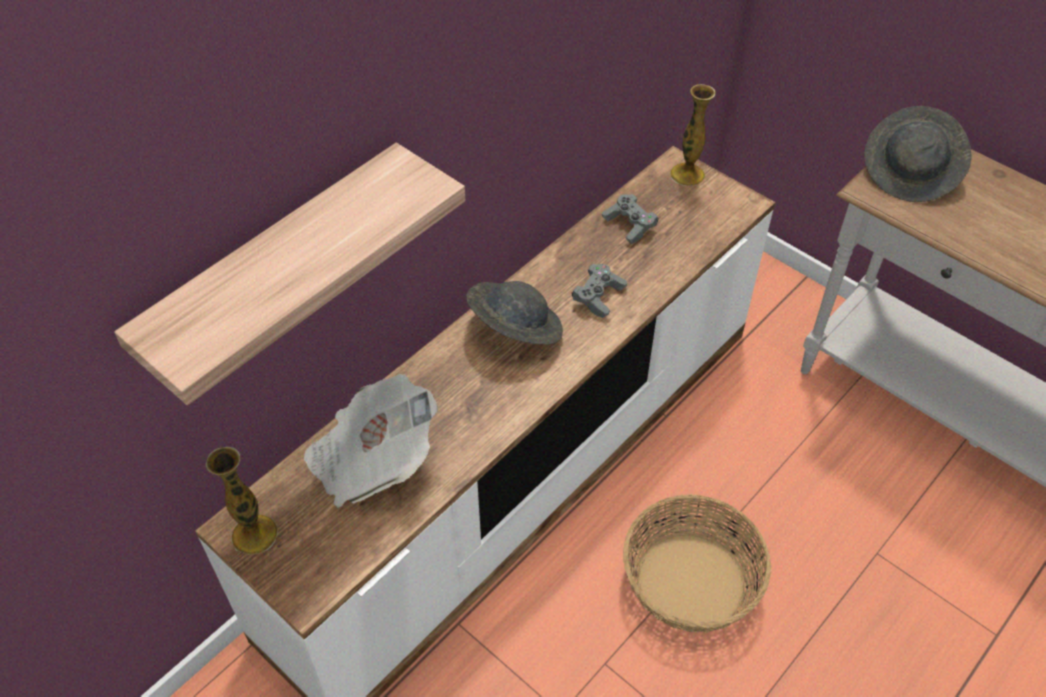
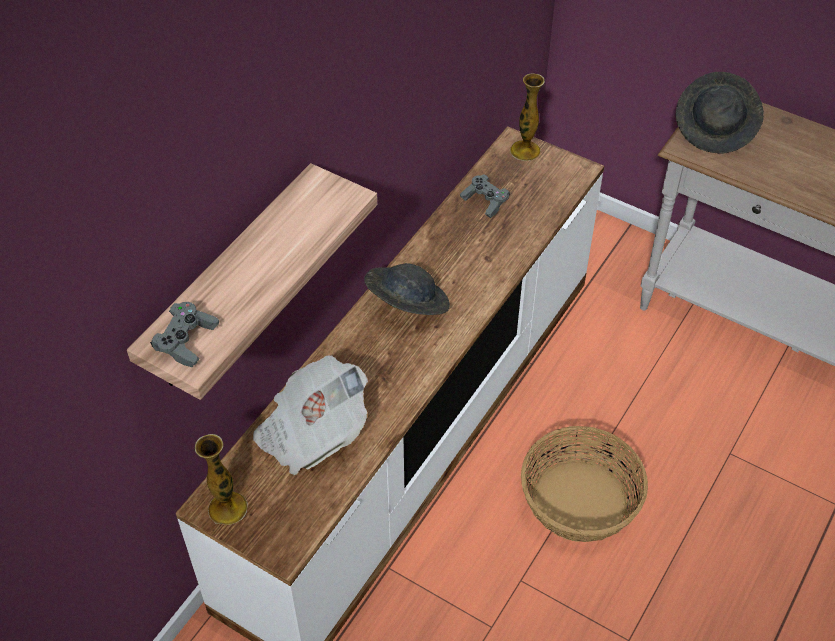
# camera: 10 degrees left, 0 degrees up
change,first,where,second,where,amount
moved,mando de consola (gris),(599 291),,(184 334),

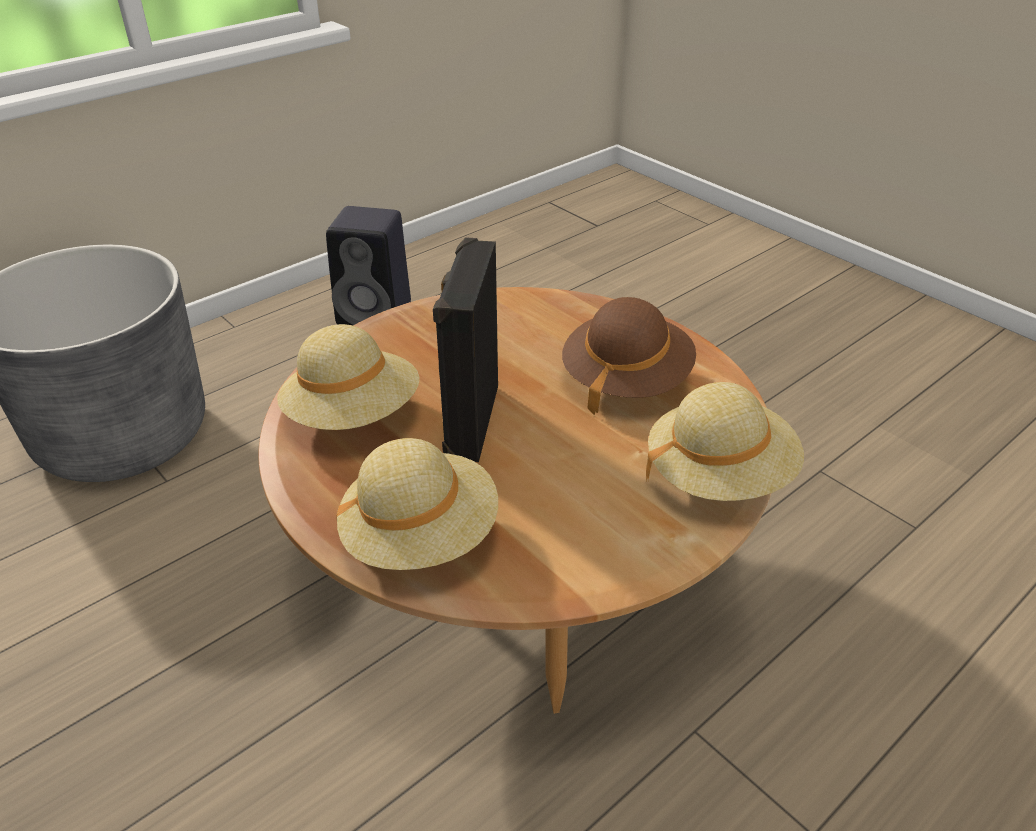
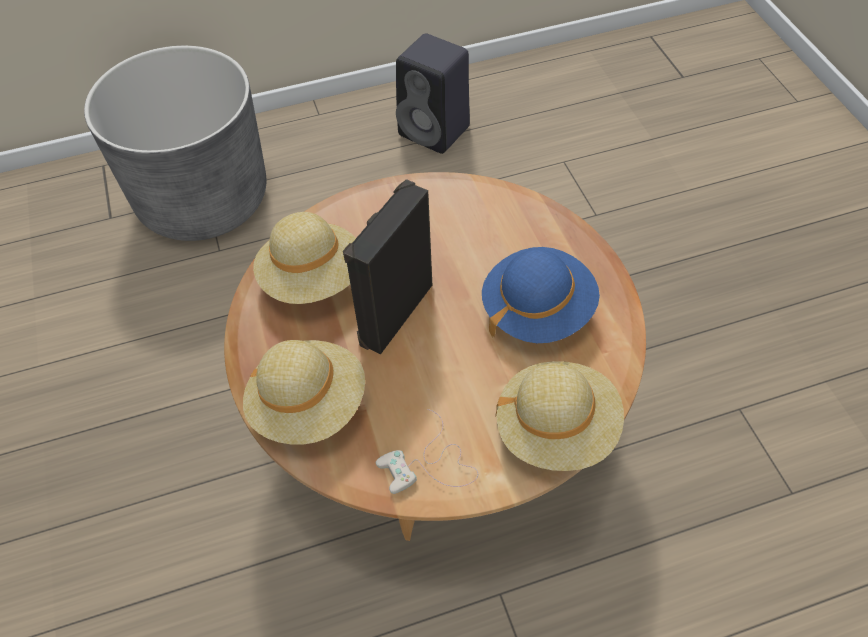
# camera: 25 degrees right, 15 degrees up
change,first,where,second,where,amount
recoloured,sombrero (marrón),(629 356),sombrero (azul),(541 295),
added,,,mando de consola (blanco),(427 451),

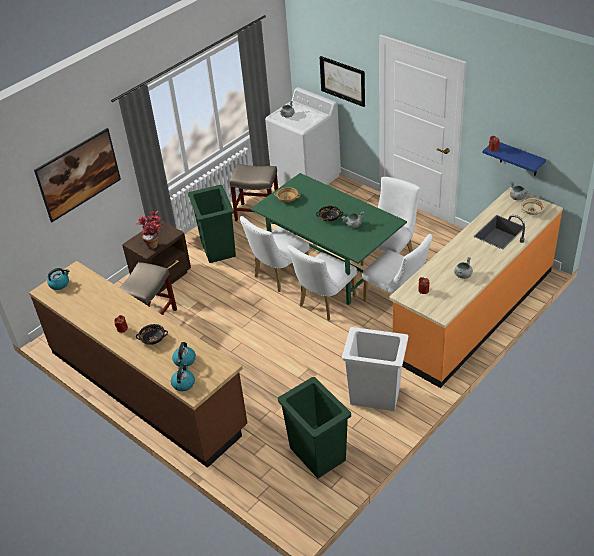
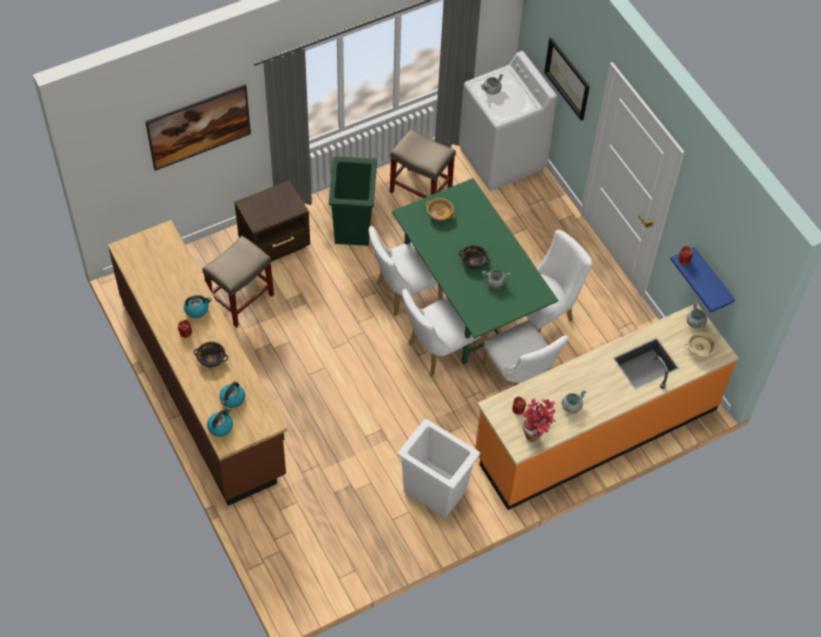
# camera: 15 degrees right, 15 degrees up
change,first,where,second,where,amount
moved,planta en maceta,(149 230),,(538 420),
moved,hervidor,(58 279),,(197 306),
removed,papelera (verde),(314 427),,,

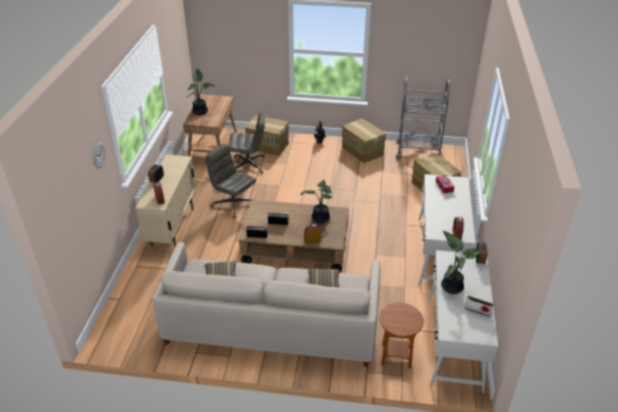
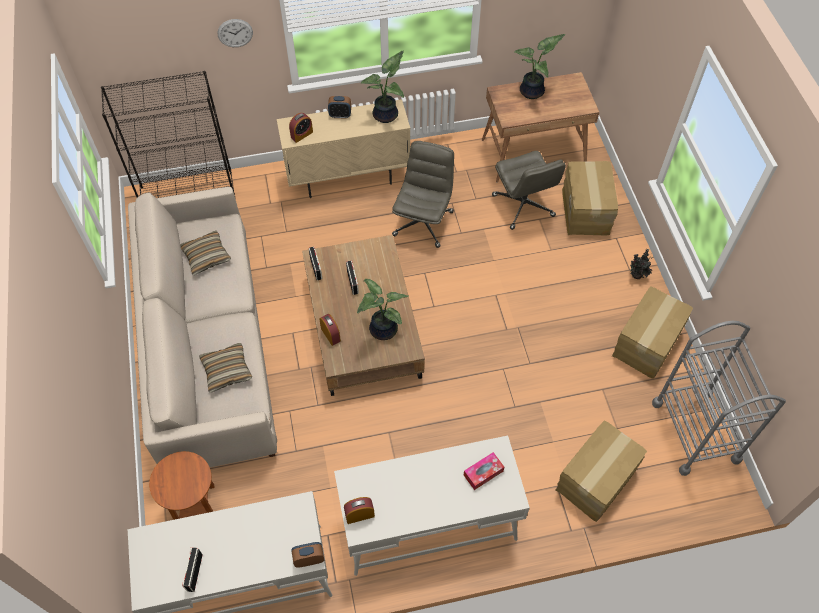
# camera: 70 degrees right, 20 degrees up
change,first,where,second,where,amount
moved,planta en maceta,(460 262),,(382 87),
added,,,estantería (negro),(168 134),

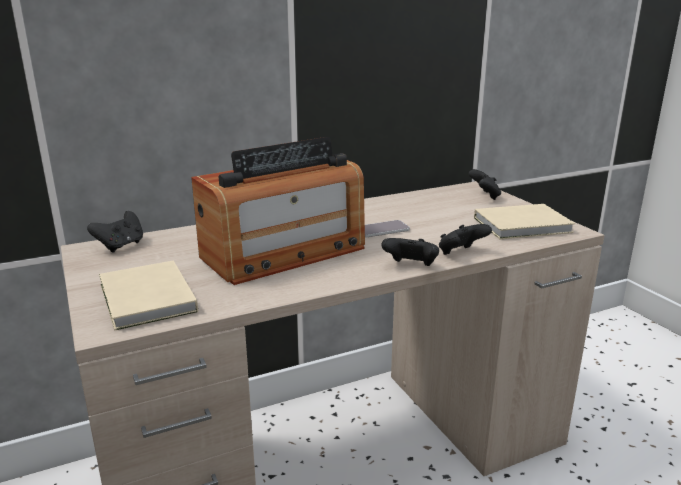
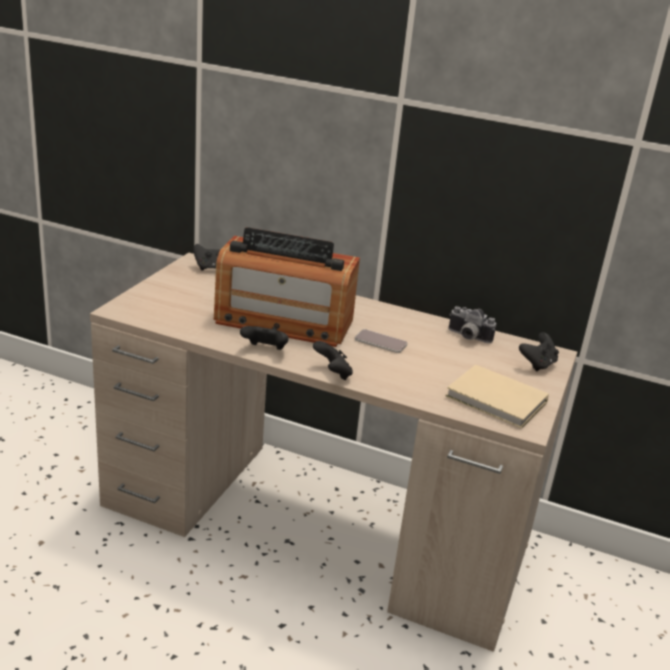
# camera: 45 degrees right, 5 degrees up
change,first,where,second,where,amount
moved,mando de consola (negro),(465 239),,(264 338),
removed,libro (beis),(148 295),,,
added,,,cámara,(472 324),

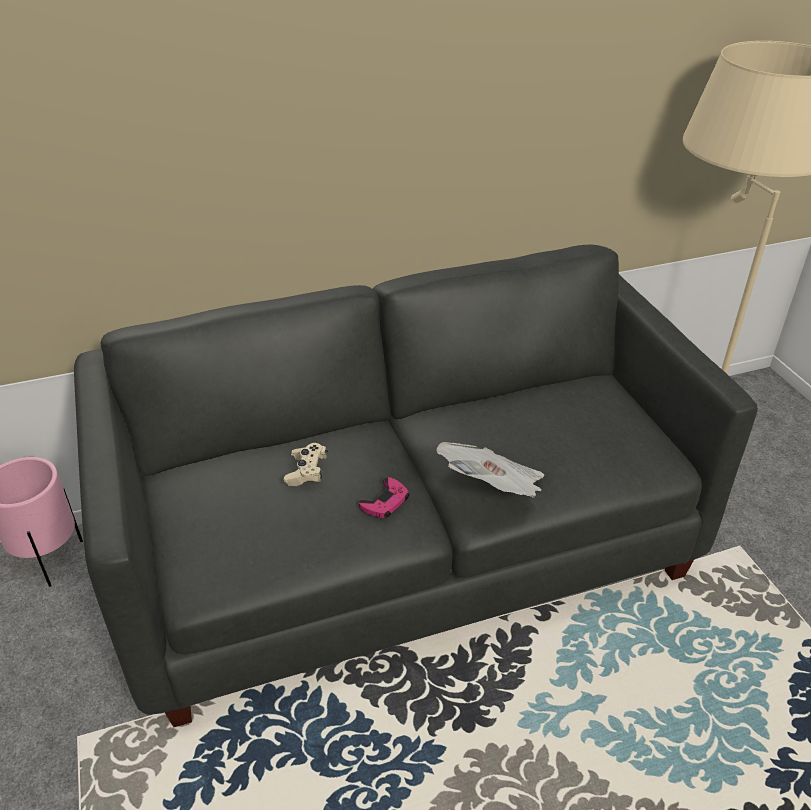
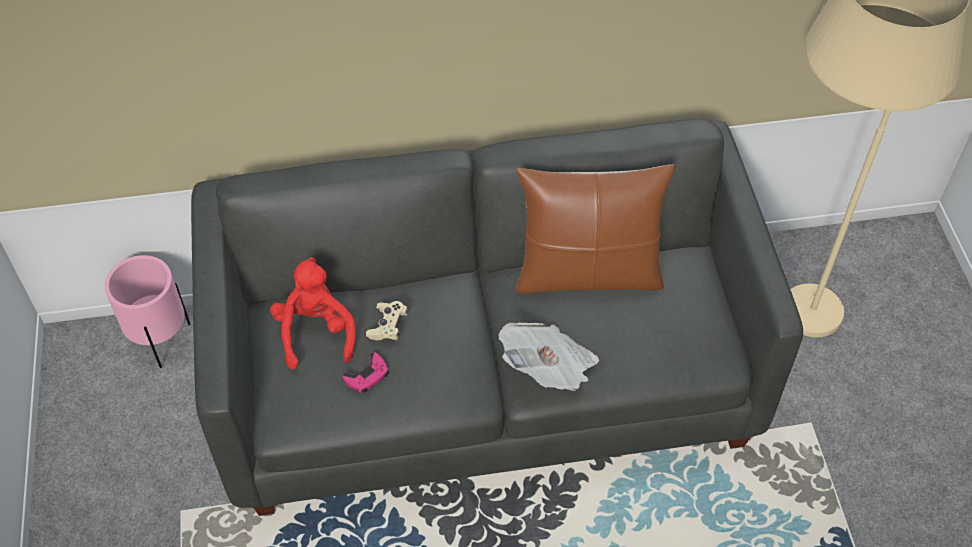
# camera: 10 degrees right, 15 degrees up
change,first,where,second,where,amount
moved,mando de consola (rosa),(384 497),,(365 372),
added,,,cojín (marrón),(595 229),
added,,,peluche (rojo),(313 313),

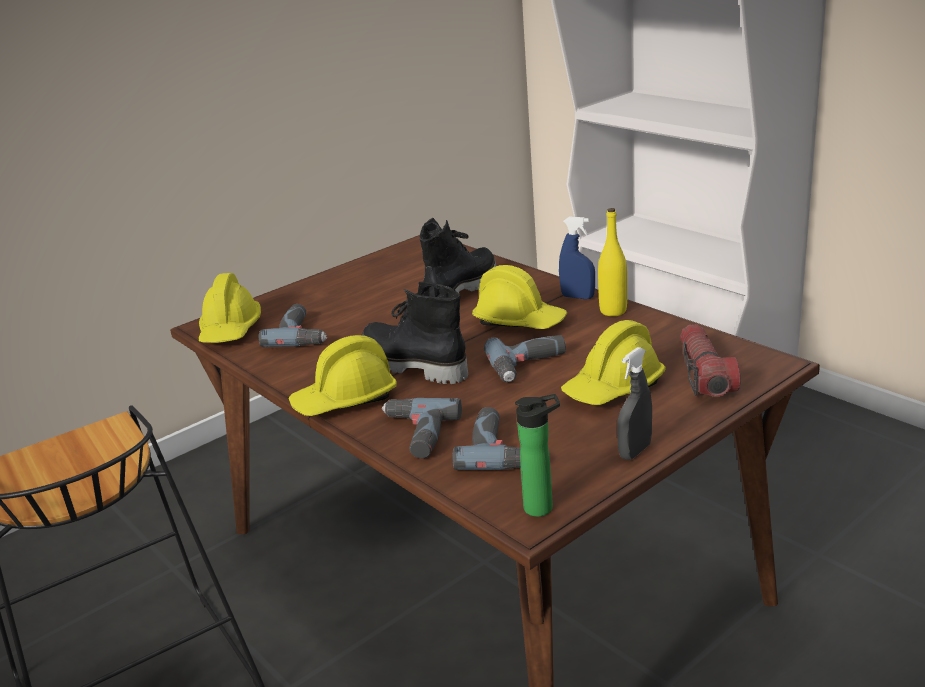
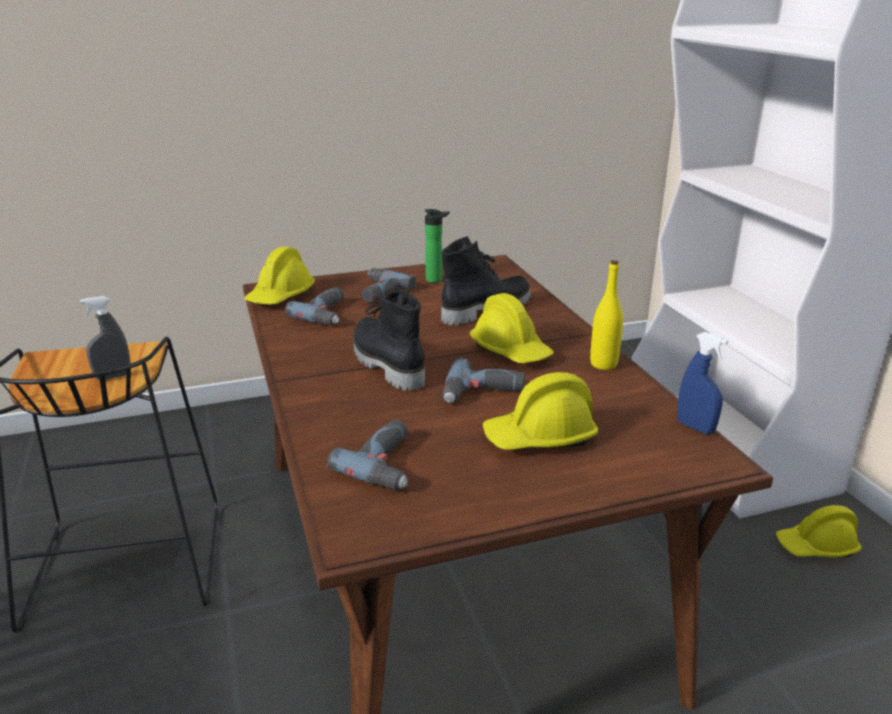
# camera: 20 degrees right, 0 degrees up
change,first,where,second,where,amount
moved,pulverizador (azul),(577 258),,(702 383),
removed,linterna,(710 360),,,
moved,casco (amarillo),(343 375),,(818 531),
moved,pulverizador (gris),(634 403),,(105 338),
moved,botella,(537 455),,(437 246),
moved,taladro,(422 428),,(389 285),

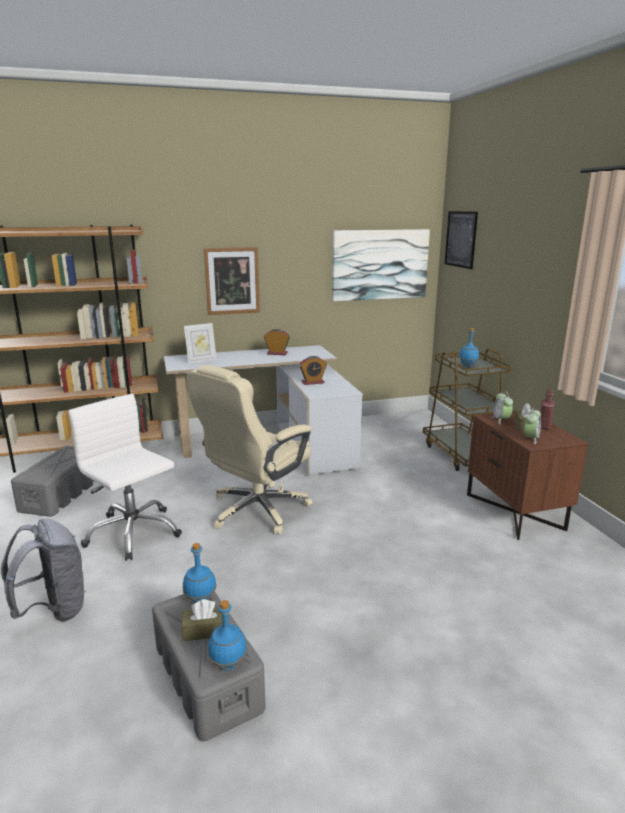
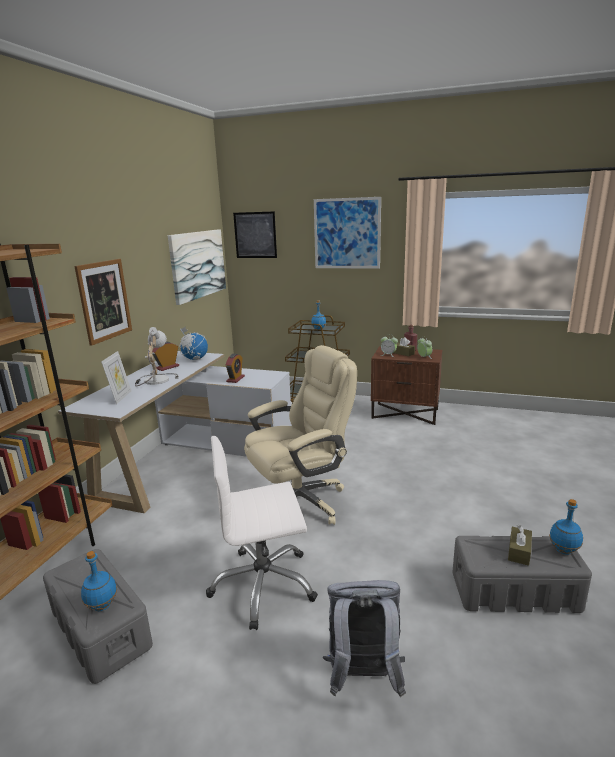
# camera: 55 degrees left, 0 degrees up
change,first,where,second,where,amount
turned,silla de oficina (beis),(249 450),,(300 435),105 degrees counterclockwise
moved,botella (azul),(199 573),,(99 581),
added,,,cuadro,(347 233),
added,,,lámpara de mesa,(157 356),
added,,,globo terráqueo,(193 343),

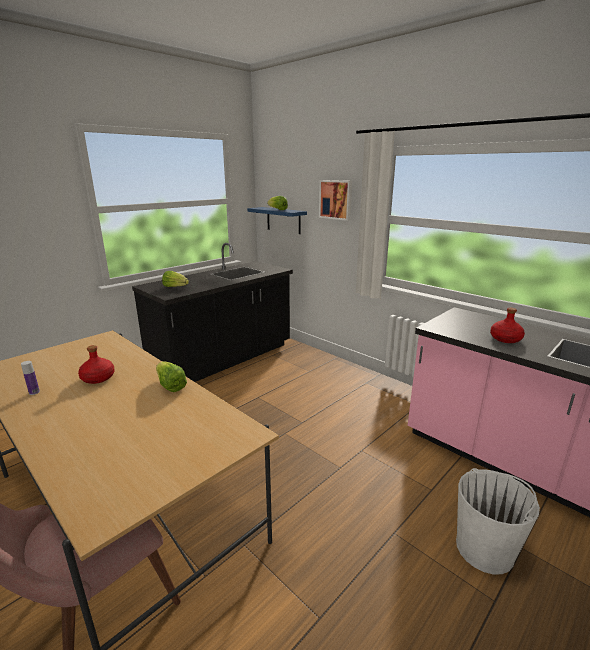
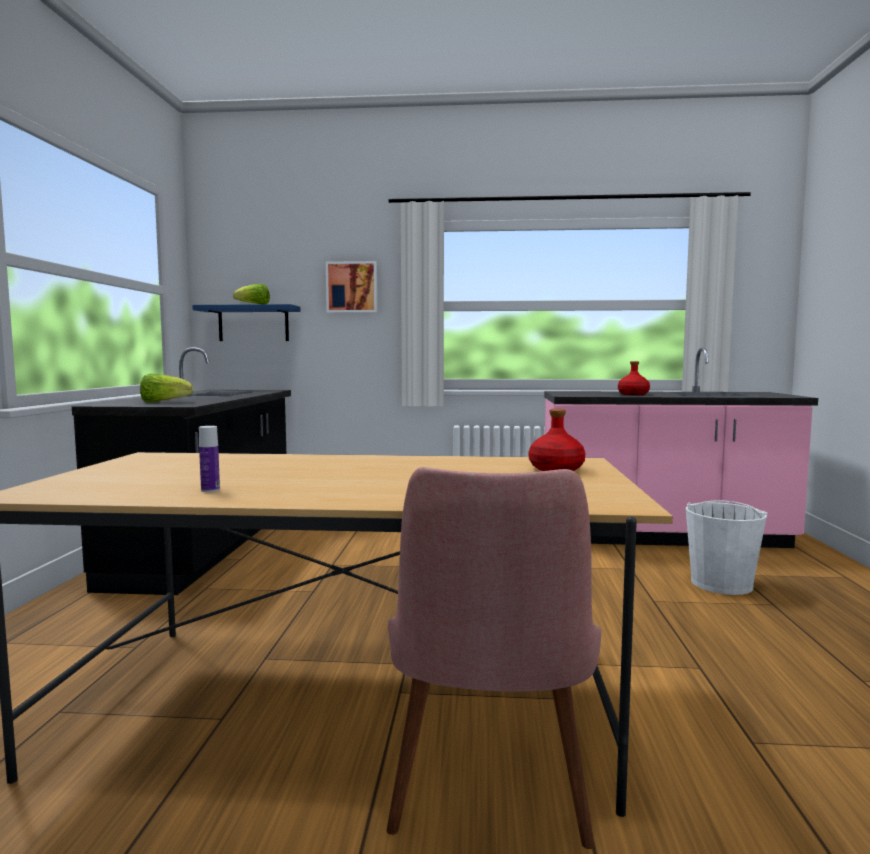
# camera: 40 degrees left, 15 degrees down
change,first,where,second,where,amount
moved,botella (rojo),(96 364),,(556 440),
removed,lechuga,(171 376),,,

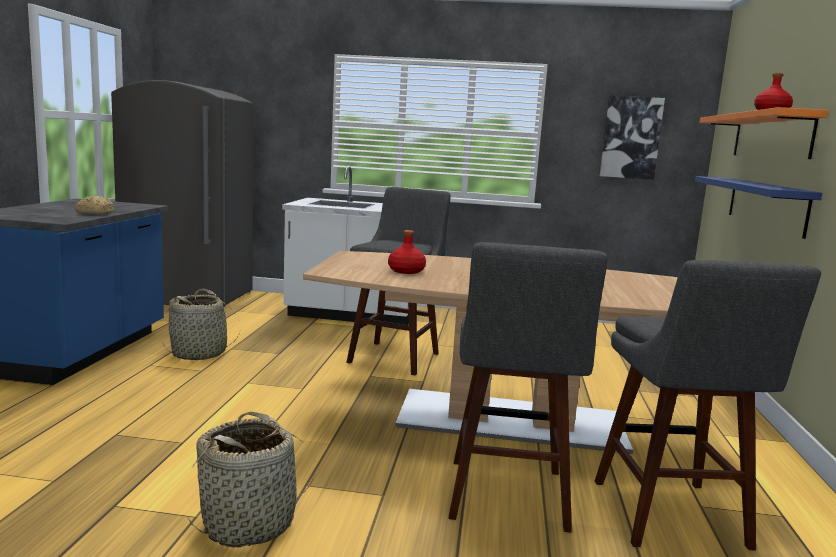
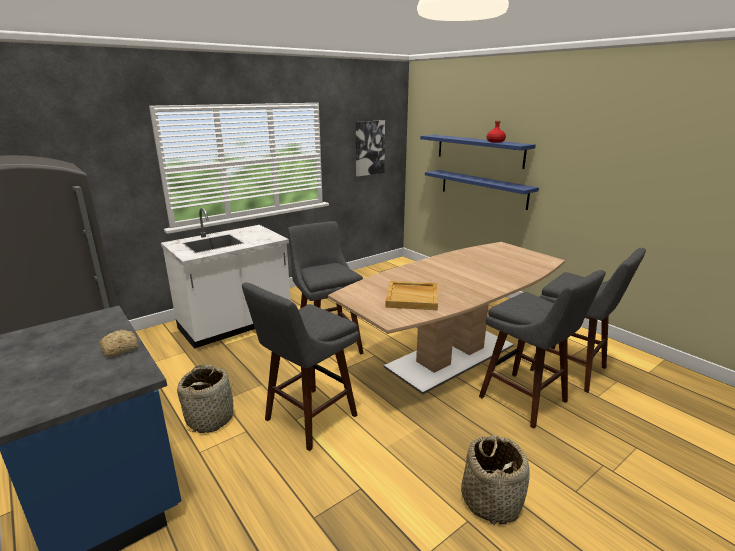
# camera: 45 degrees left, 10 degrees up
change,first,where,second,where,amount
recoloured,estante (naranja),(763 133),estante (azul),(478 152),
replaced,botella (rojo),(407 252),bandeja (beis),(411 295),
added,,,taburete (gris),(300 366),

